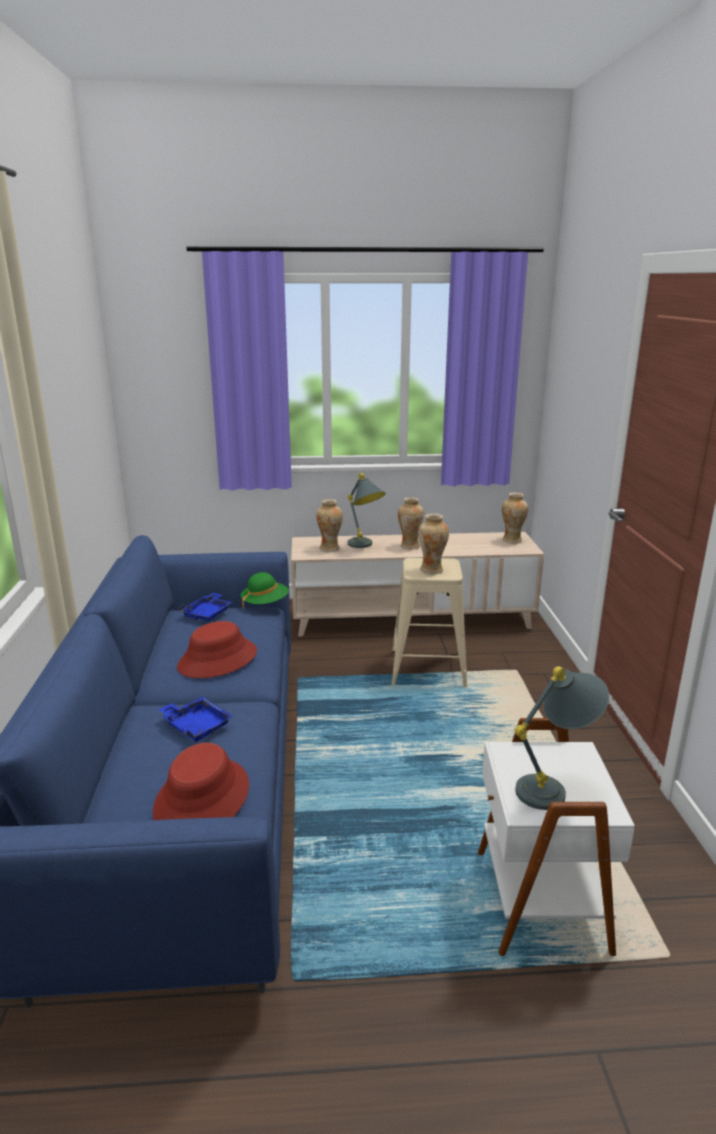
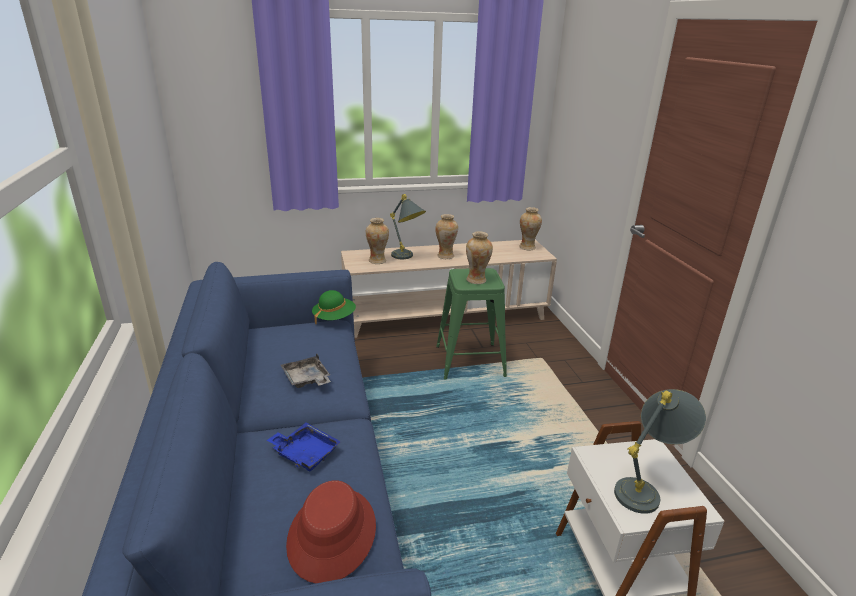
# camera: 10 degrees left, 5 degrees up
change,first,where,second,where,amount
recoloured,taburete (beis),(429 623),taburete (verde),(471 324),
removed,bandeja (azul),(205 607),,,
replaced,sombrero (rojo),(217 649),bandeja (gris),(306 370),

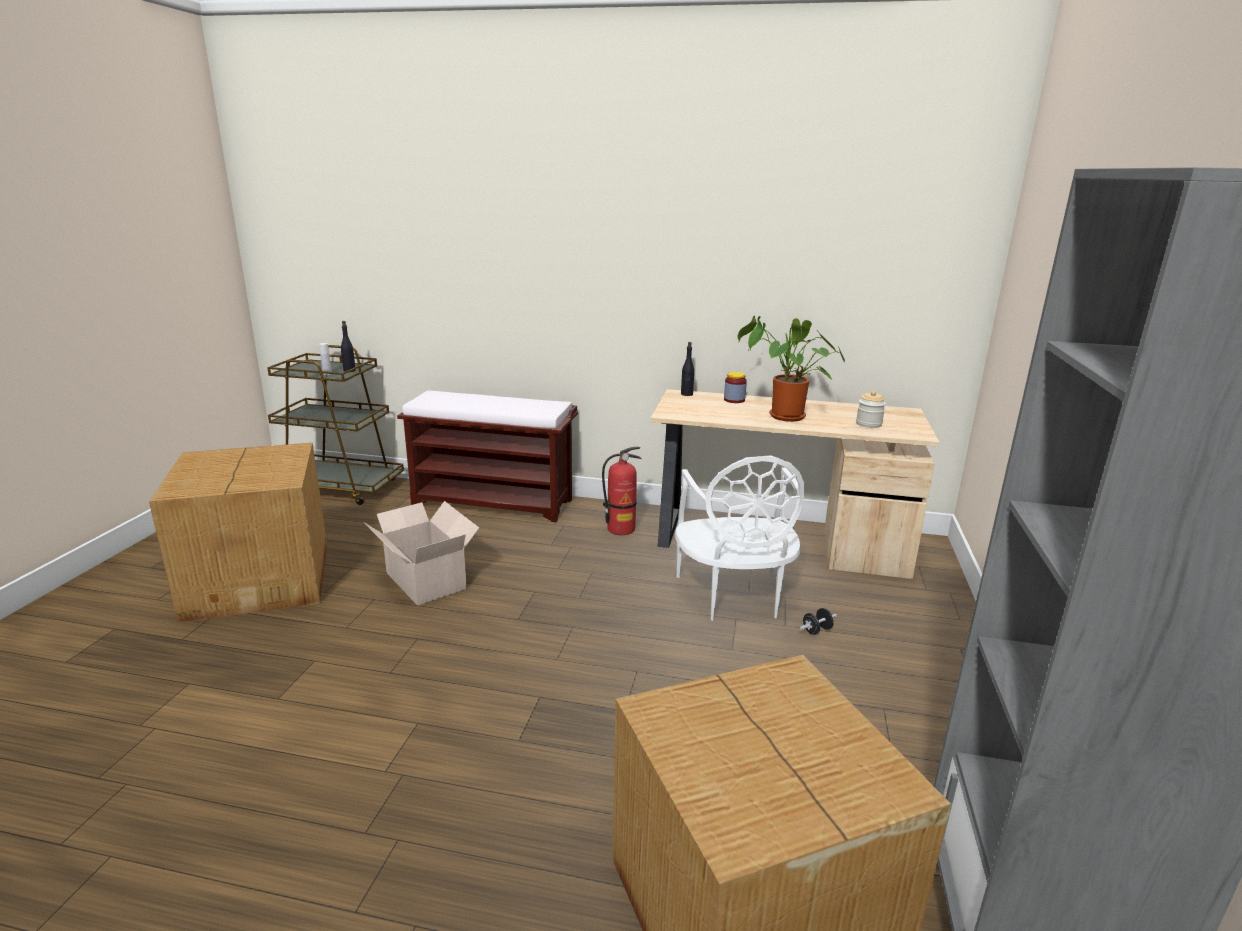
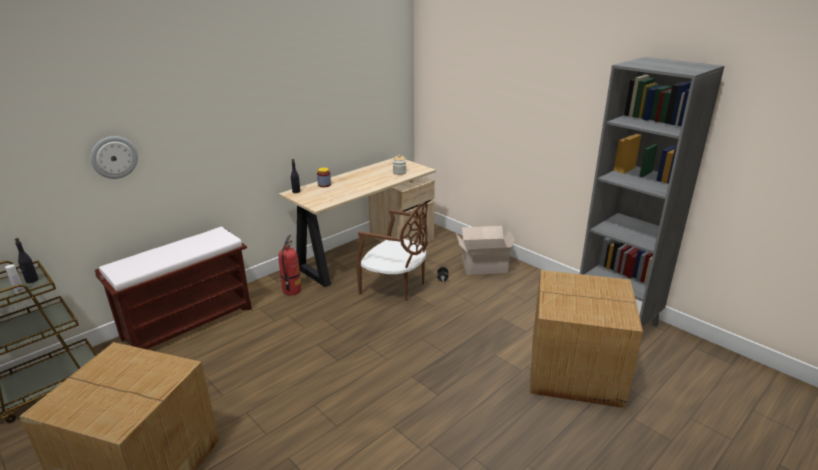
# camera: 55 degrees left, 5 degrees up
change,first,where,second,where,amount
removed,planta en maceta,(791 369),,,
recoloured,silla (blanco),(739 538),silla (marrón),(392 252),
moved,caja de cartón,(421 553),,(485 250),
added,,,reloj de pared,(114 157),

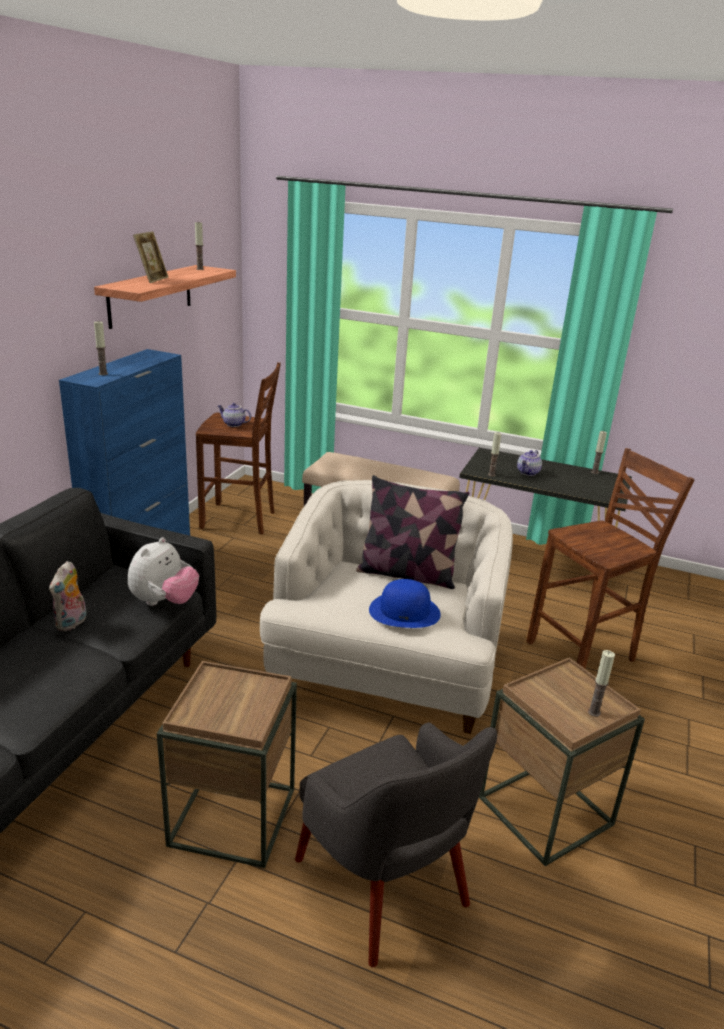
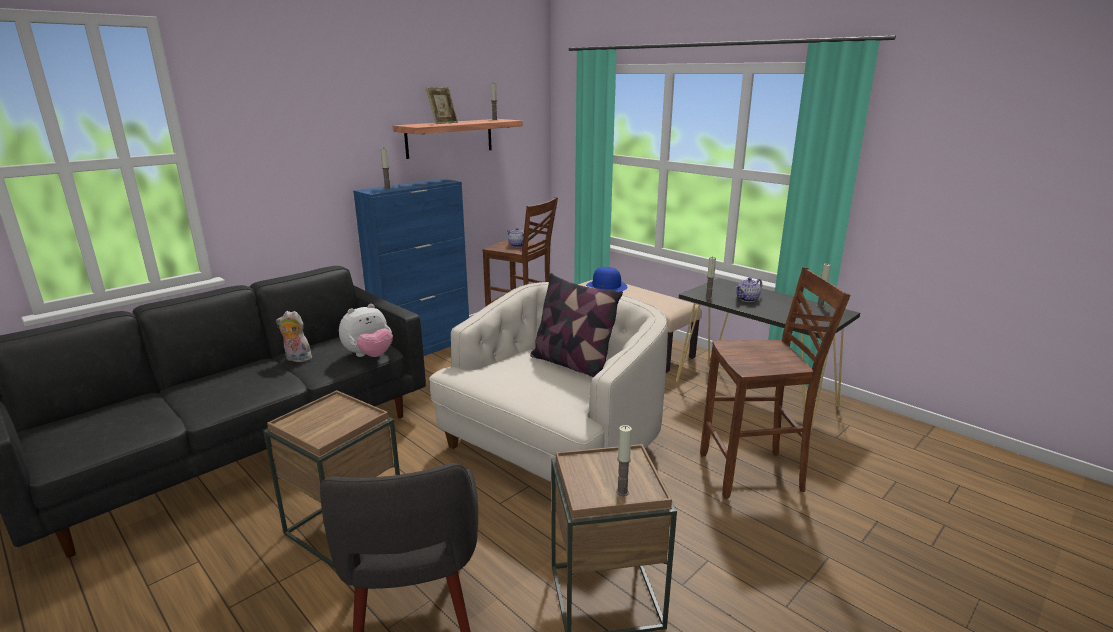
# camera: 25 degrees right, 5 degrees down
change,first,where,second,where,amount
turned,peluche,(68 596),,(294 336),60 degrees clockwise
moved,sombrero (azul),(405 603),,(607 279),

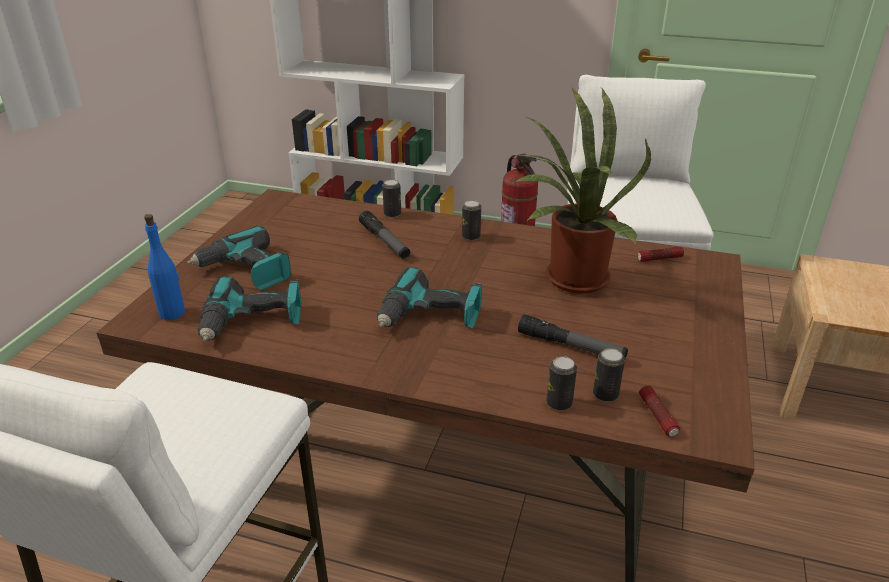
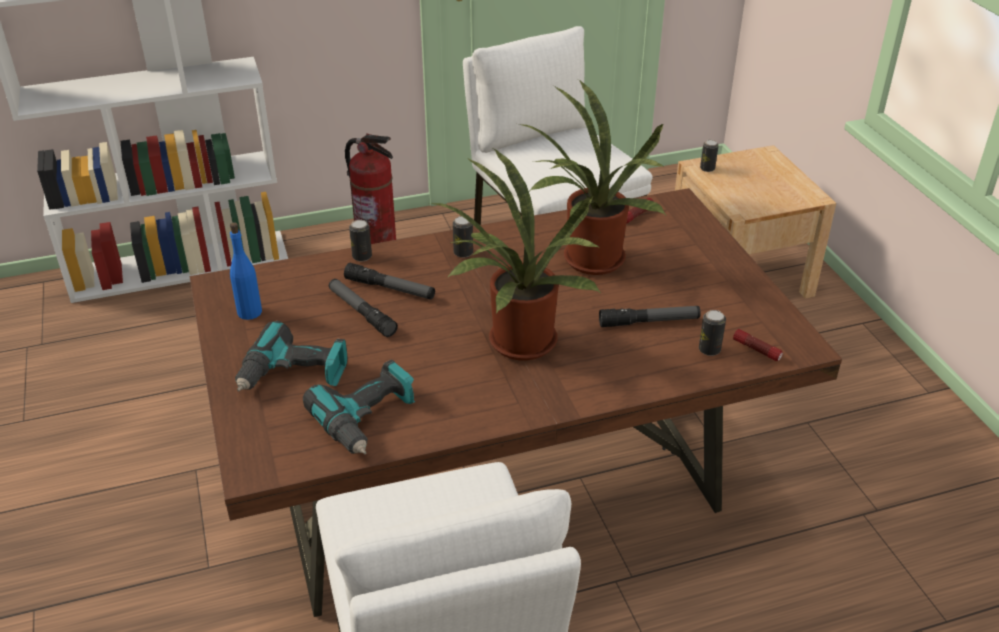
# camera: 35 degrees left, 5 degrees up
change,first,where,second,where,amount
moved,botella (azul),(164 267),,(246 271),
replaced,taladro,(429 297),planta en maceta,(515 255),
moved,lata,(561 383),,(709 156),
added,,,linterna,(363 308),

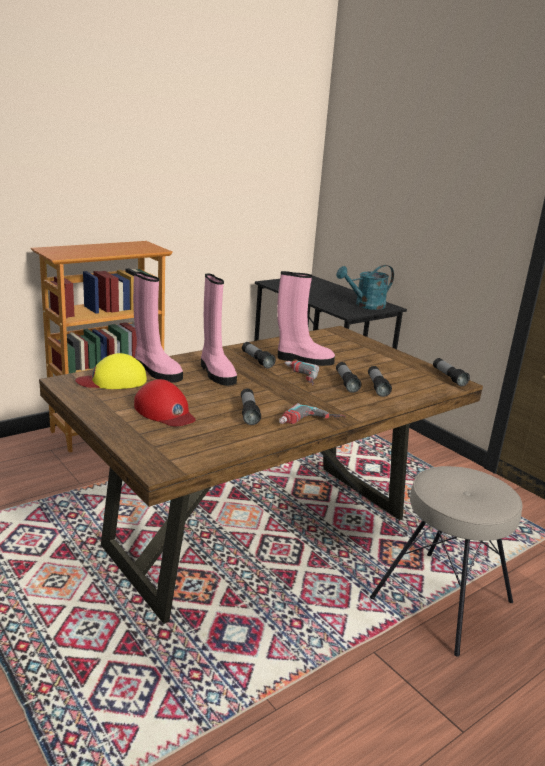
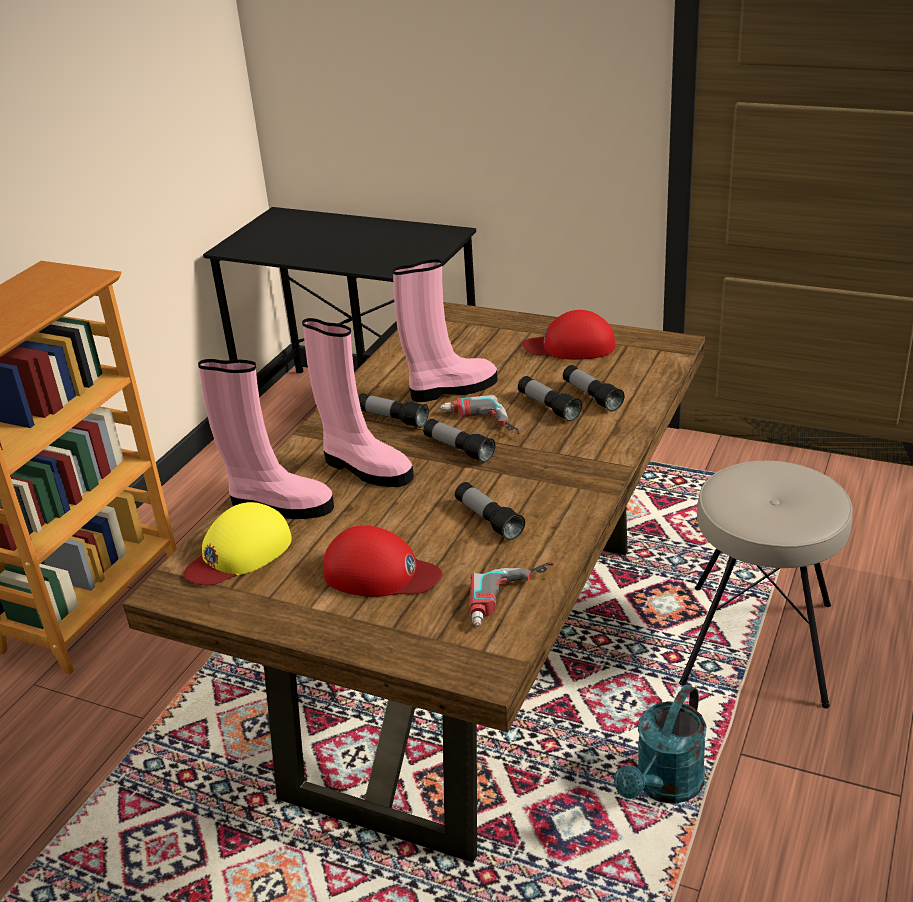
# camera: 25 degrees left, 10 degrees up
change,first,where,second,where,amount
moved,regadera (turquesa),(365 287),,(660 744),
moved,linterna,(451 372),,(459 441),
moved,taladro,(312 413),,(511 595),
added,,,gorra (rojo),(568 334),

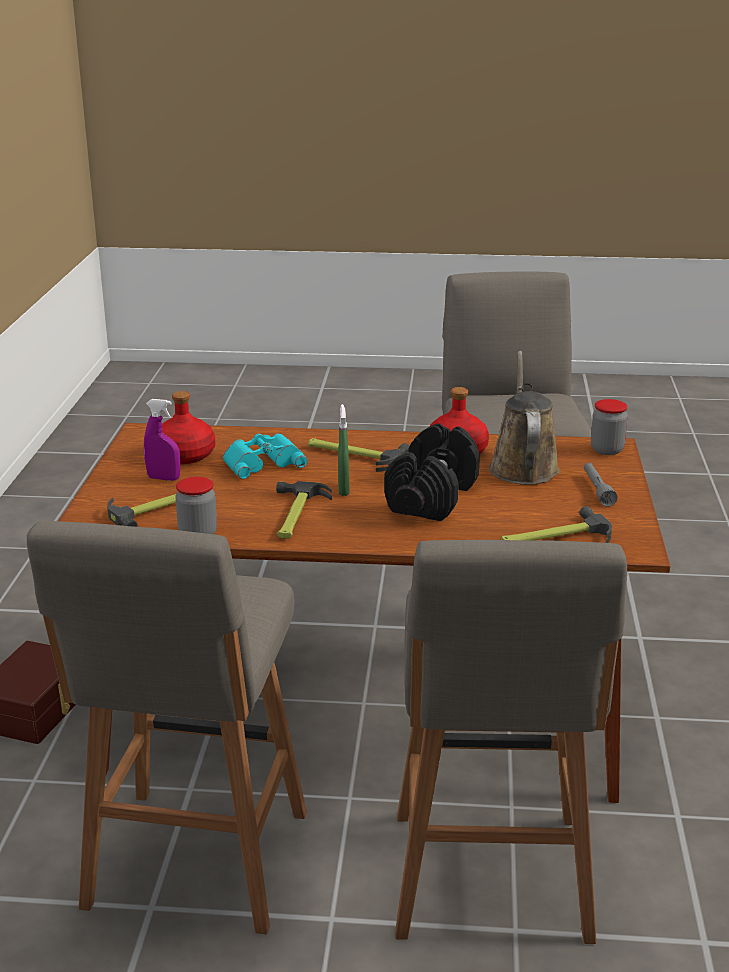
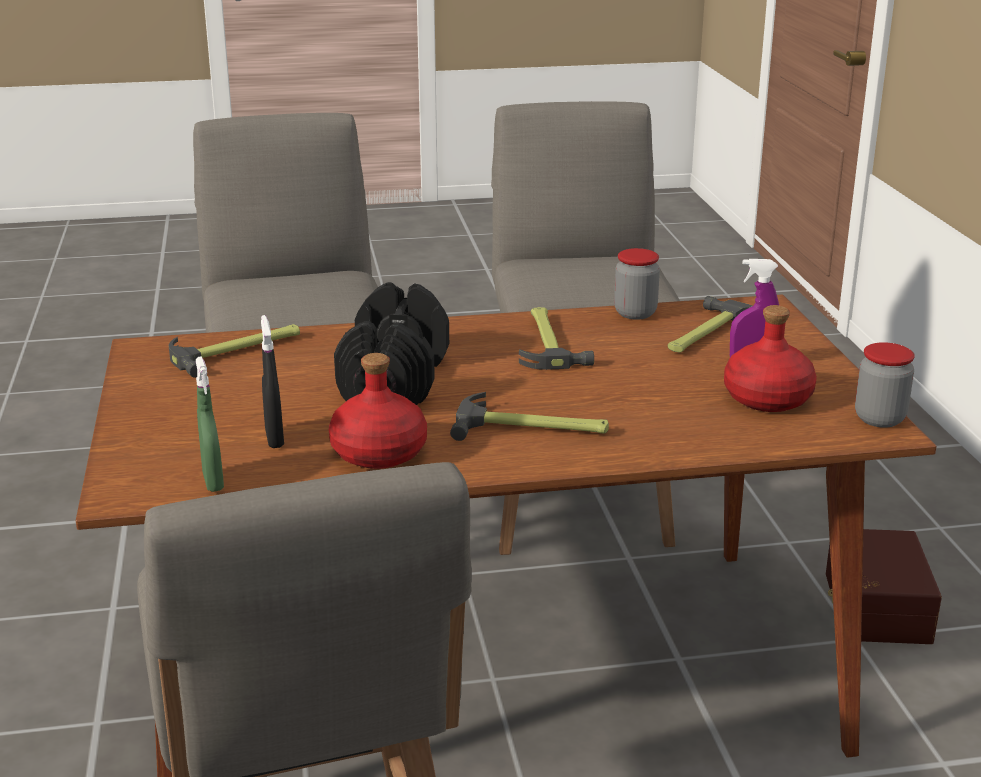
# camera: 165 degrees right, 0 degrees up
change,first,where,second,where,amount
replaced,regadera (marrón),(524 418),pulverizador (negro),(272 381),
moved,tarro,(609 427),,(885 385),
moved,pulverizador (verde),(344 450),,(210 424),
removed,prismáticos (turquesa),(265 456),,,
removed,linterna (gris),(601 485),,,

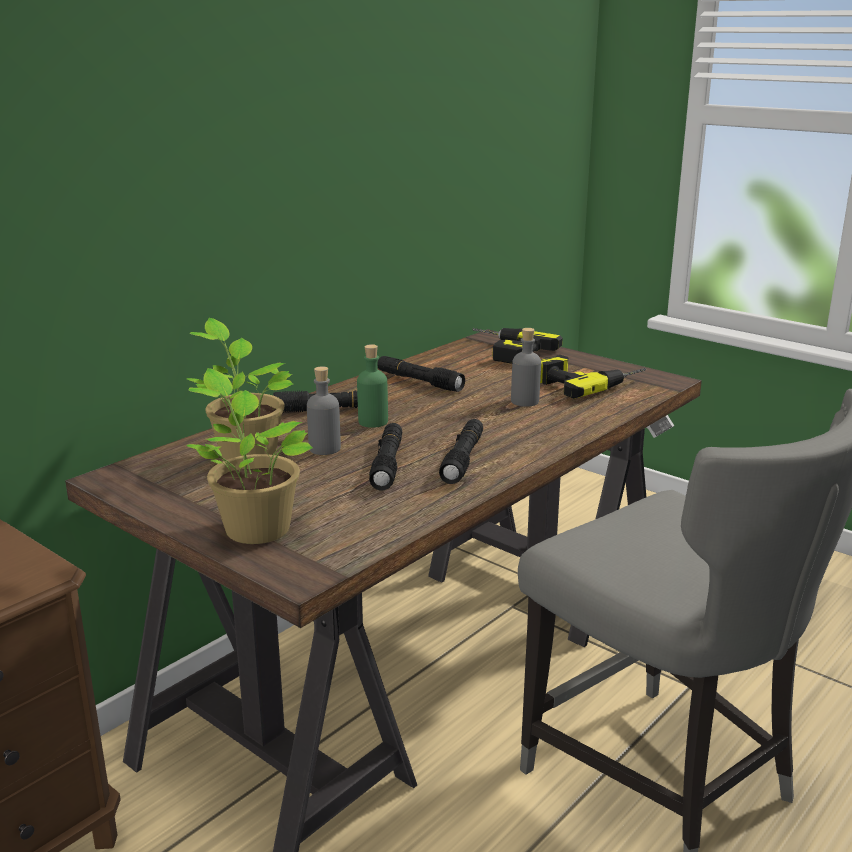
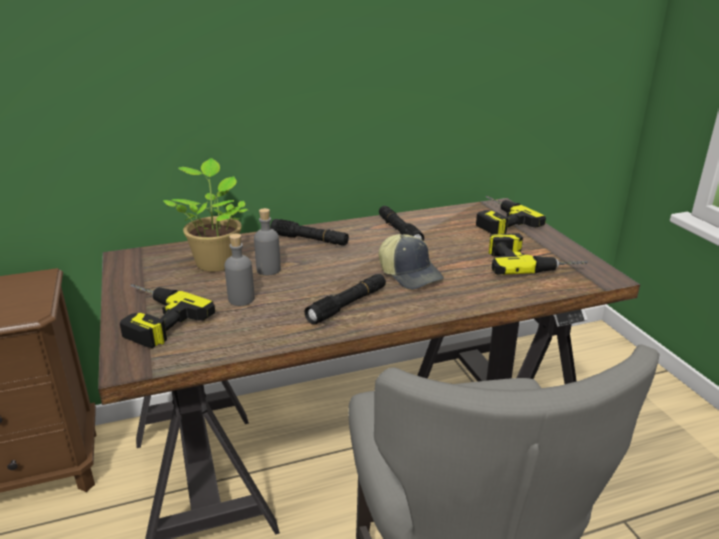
# camera: 30 degrees right, 5 degrees up
change,first,where,second,where,amount
moved,botella (gris),(526 367),,(239 270),
removed,botella (verde),(372 386),,,
replaced,planta en maceta,(249 456),taladro,(167 316),
removed,linterna (negro),(385 457),,,
added,,,gorra,(411 262),

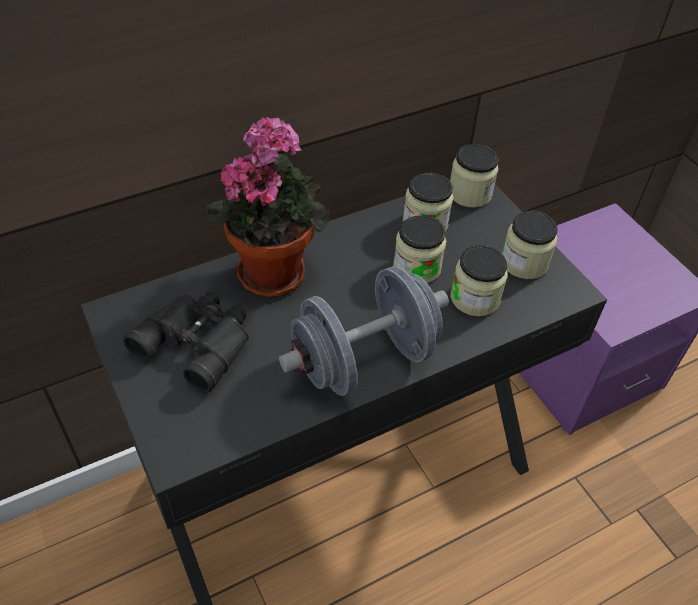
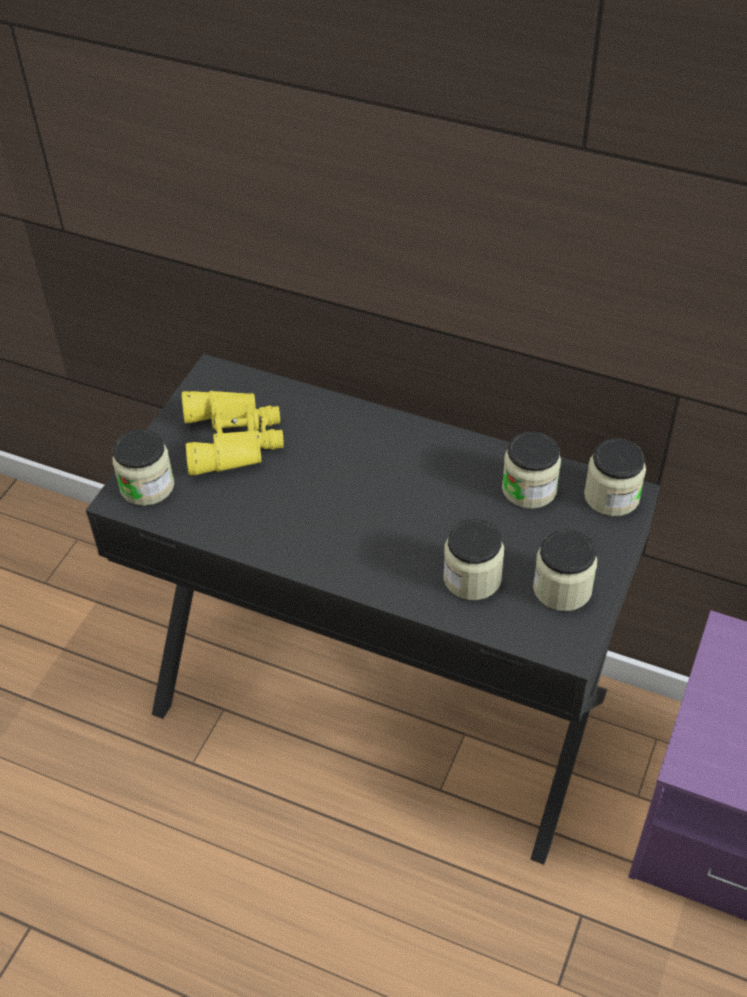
# camera: 55 degrees right, 0 degrees up
change,first,where,second,where,amount
removed,planta en maceta,(267 207),,,
moved,tarro,(419 249),,(143 467),
removed,mancuerna (gris),(364 331),,,
recoloured,prismáticos (negro),(186 343),prismáticos (amarillo),(232 433),

